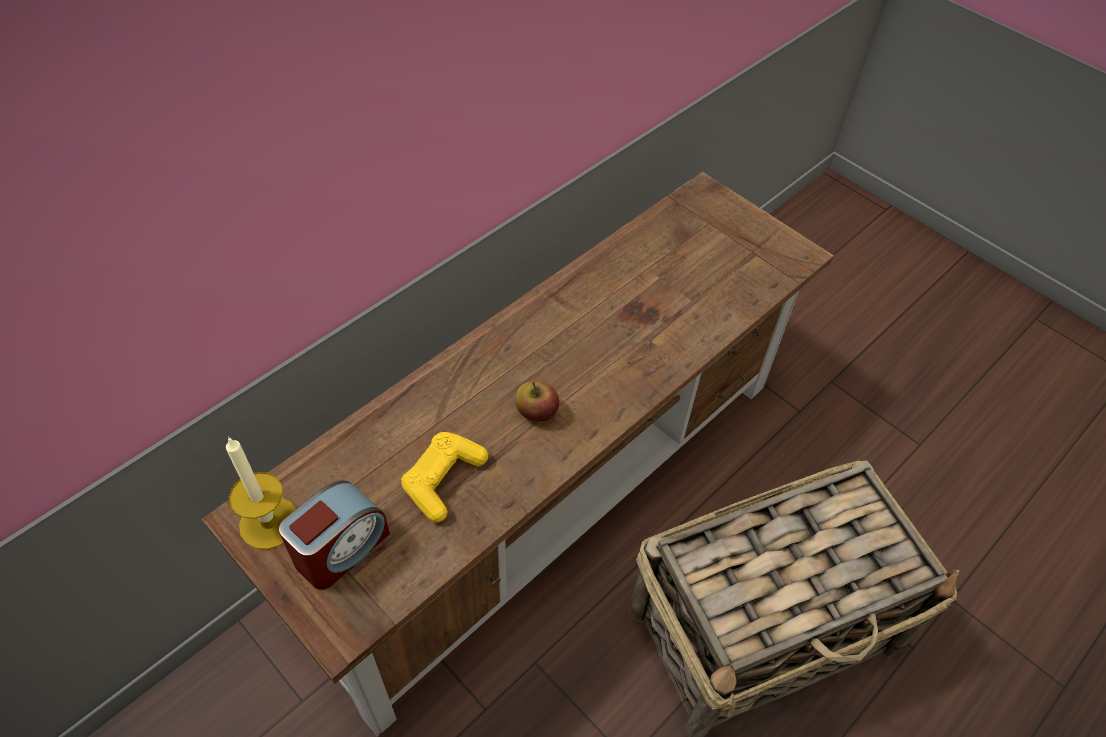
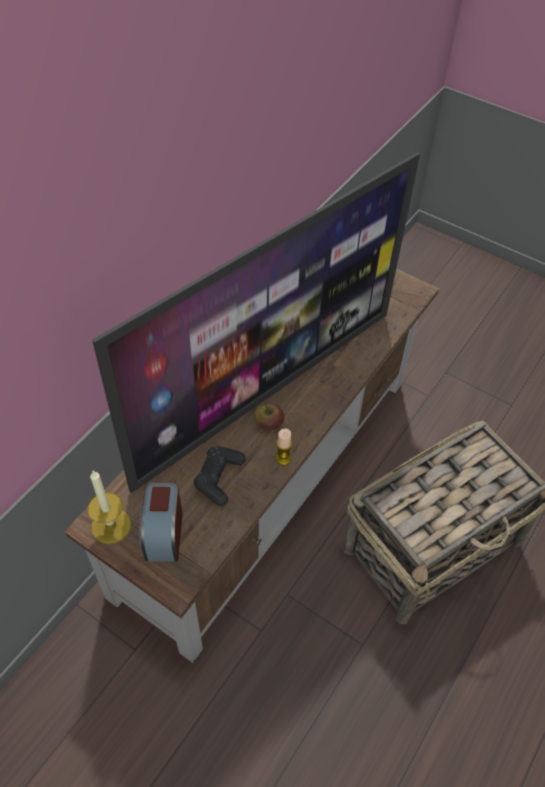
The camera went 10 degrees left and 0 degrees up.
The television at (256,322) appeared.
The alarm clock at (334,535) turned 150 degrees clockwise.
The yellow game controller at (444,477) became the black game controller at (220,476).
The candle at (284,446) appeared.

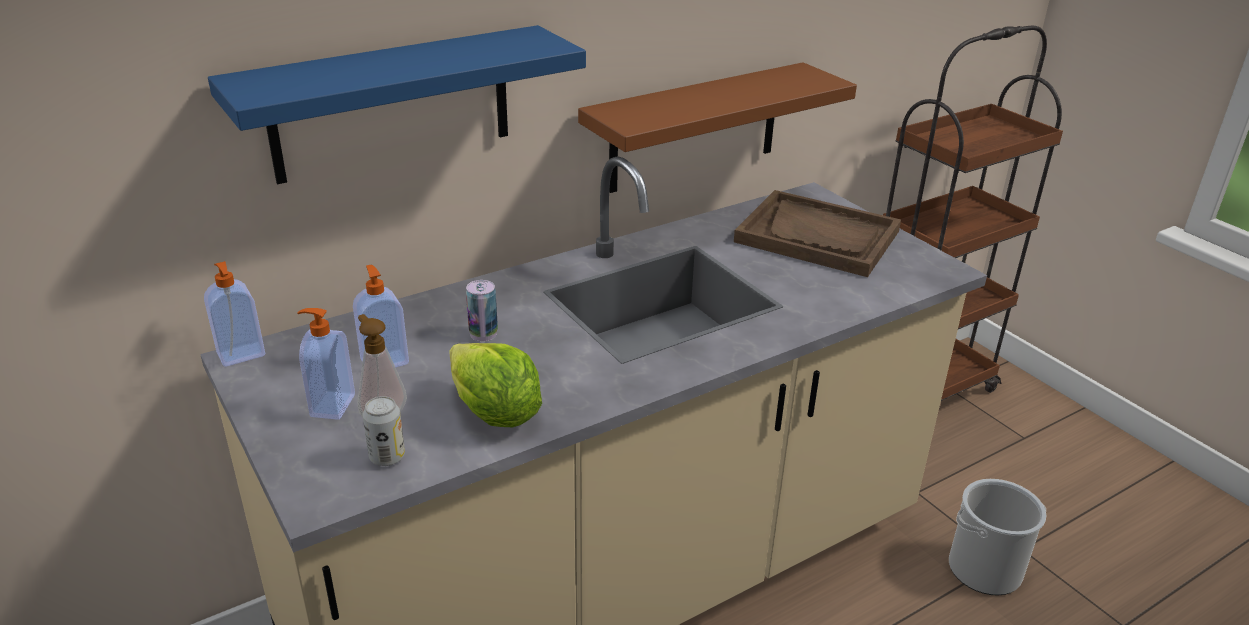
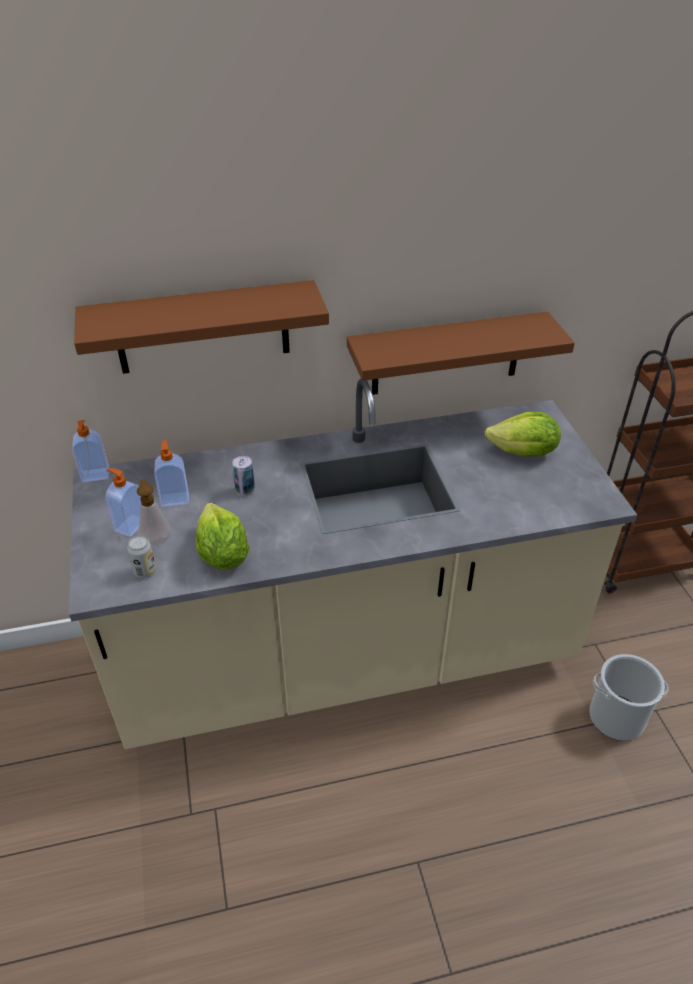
The camera went 20 degrees right and 10 degrees up.
The blue shelf at (397,104) became the brown shelf at (201,327).
The brown tray at (817,233) was replaced by the lettuce at (522,434).

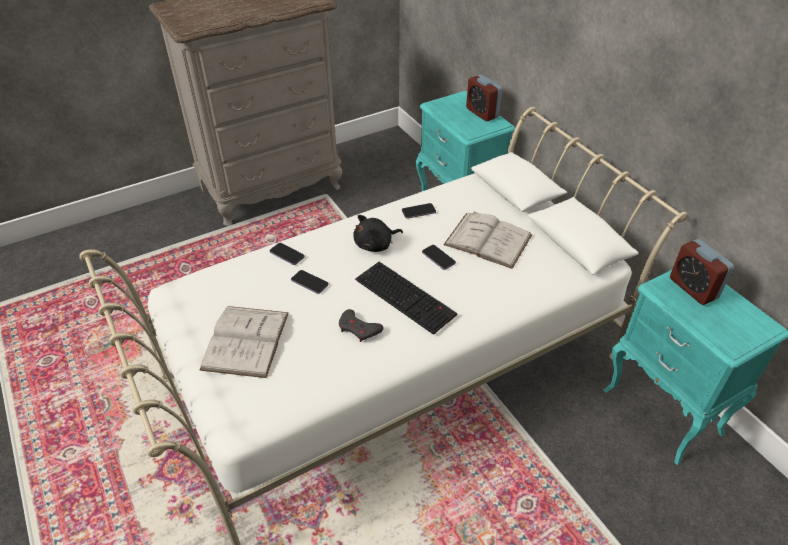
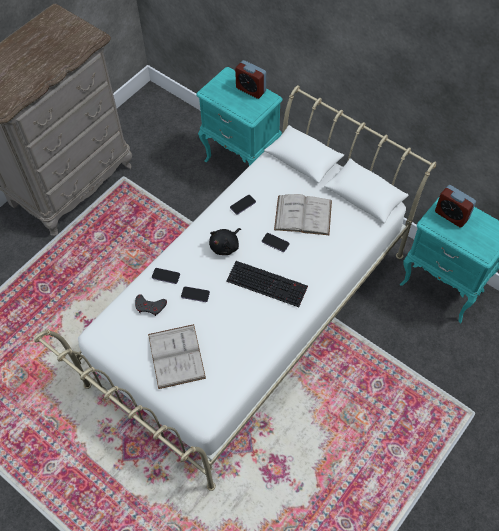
The camera went 20 degrees left and 15 degrees up.
The grey game controller moved from (361,325) to (151,305).

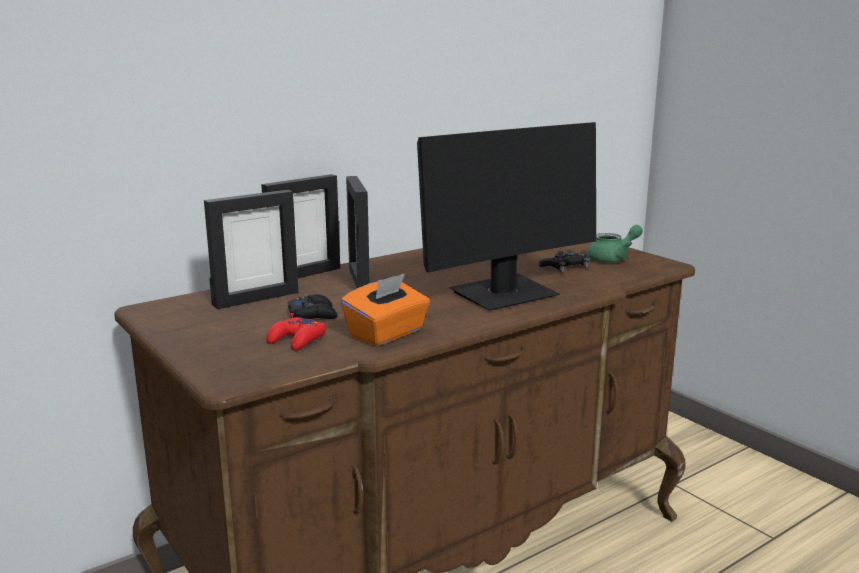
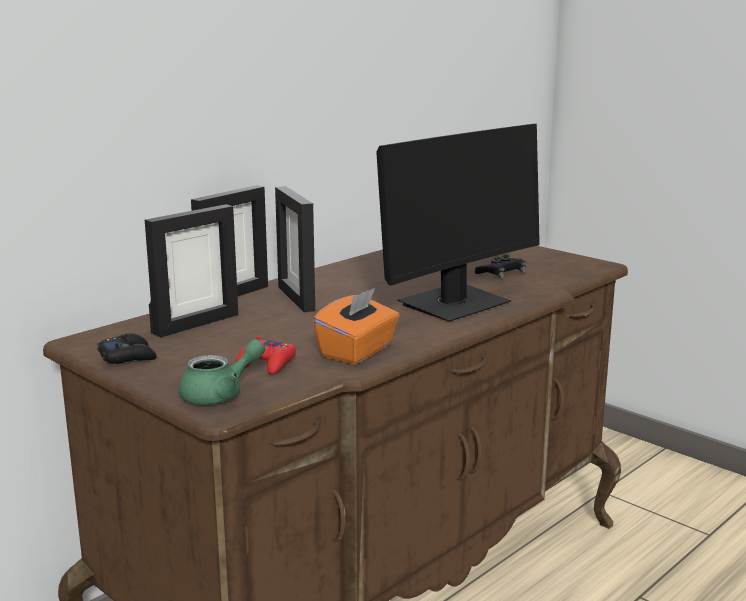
The camera went 10 degrees left and 0 degrees up.
The black game controller moved from (313,306) to (127,348).
The green teapot moved from (615,244) to (222,372).

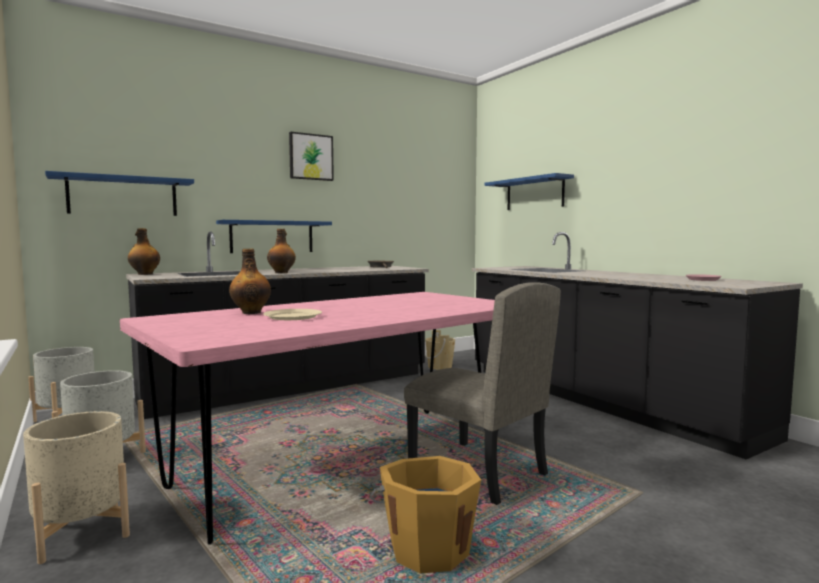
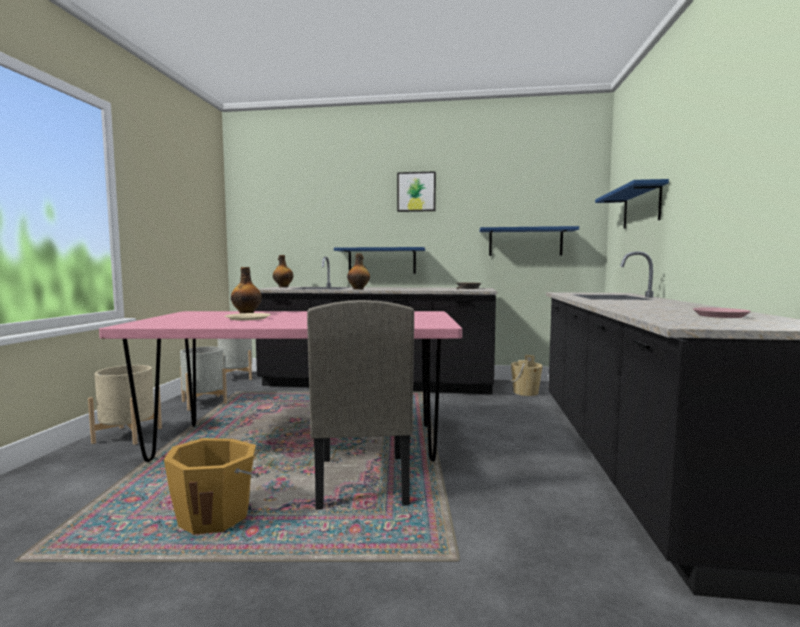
The camera went 40 degrees right and 0 degrees up.
The blue shelf moved from (119,193) to (529,241).

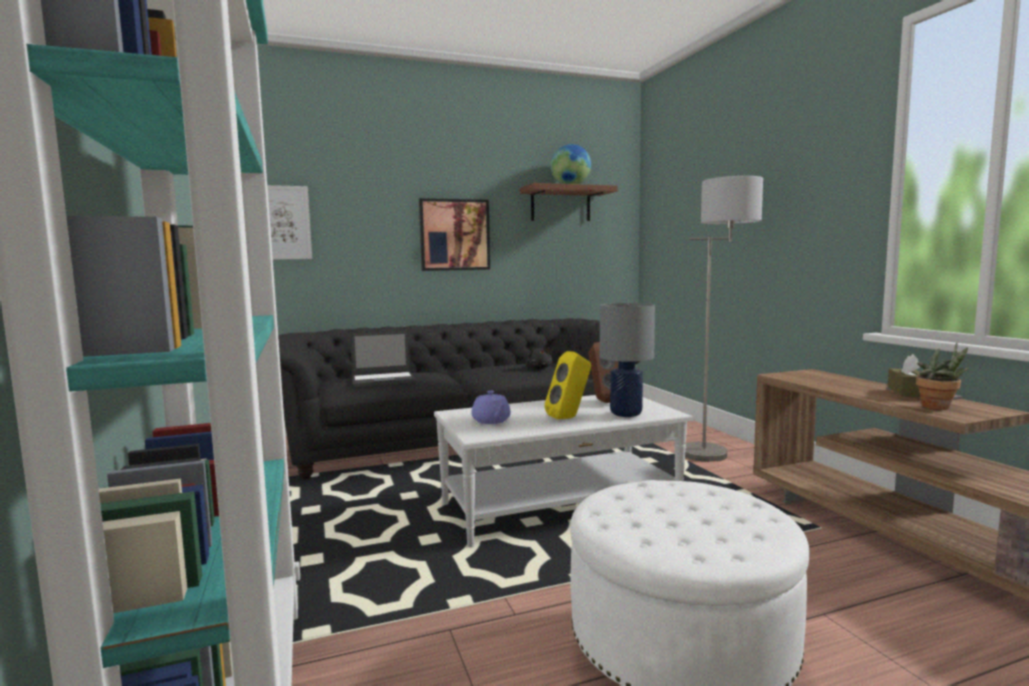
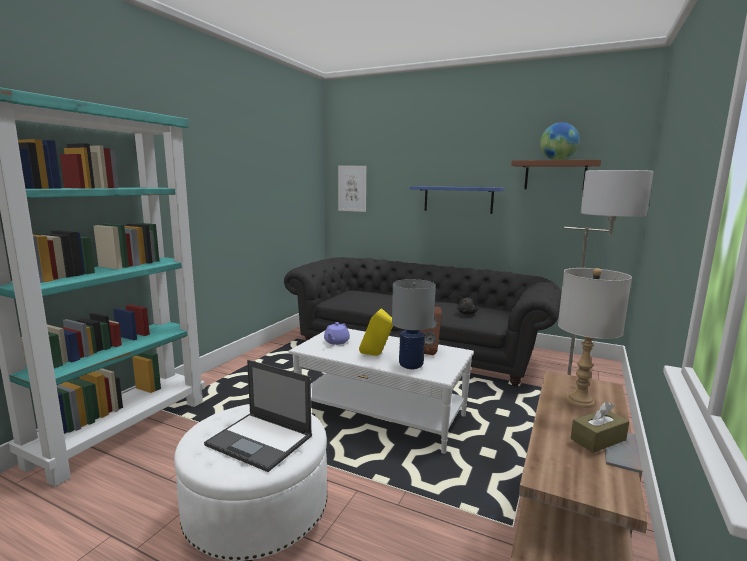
The camera went 45 degrees right and 5 degrees up.
The laptop moved from (383,358) to (258,416).
The picture at (454,234) was replaced by the blue shelf at (457,200).
The grey table lamp at (595,338) appeared.
The potted plant at (942,376) disappeared.

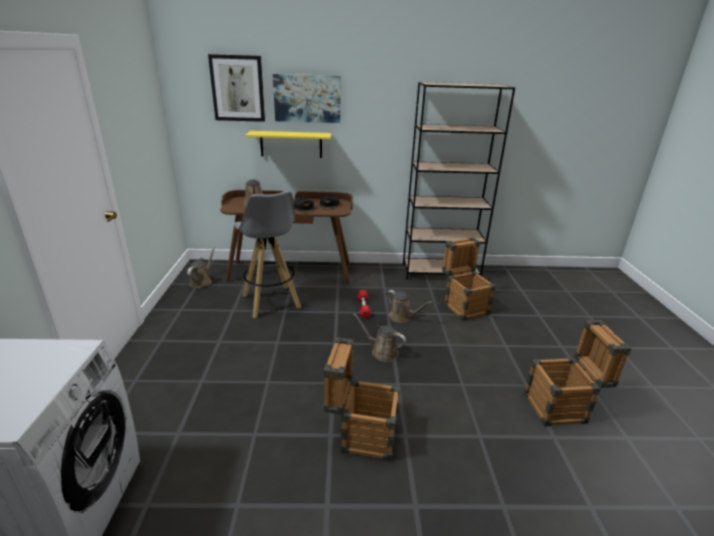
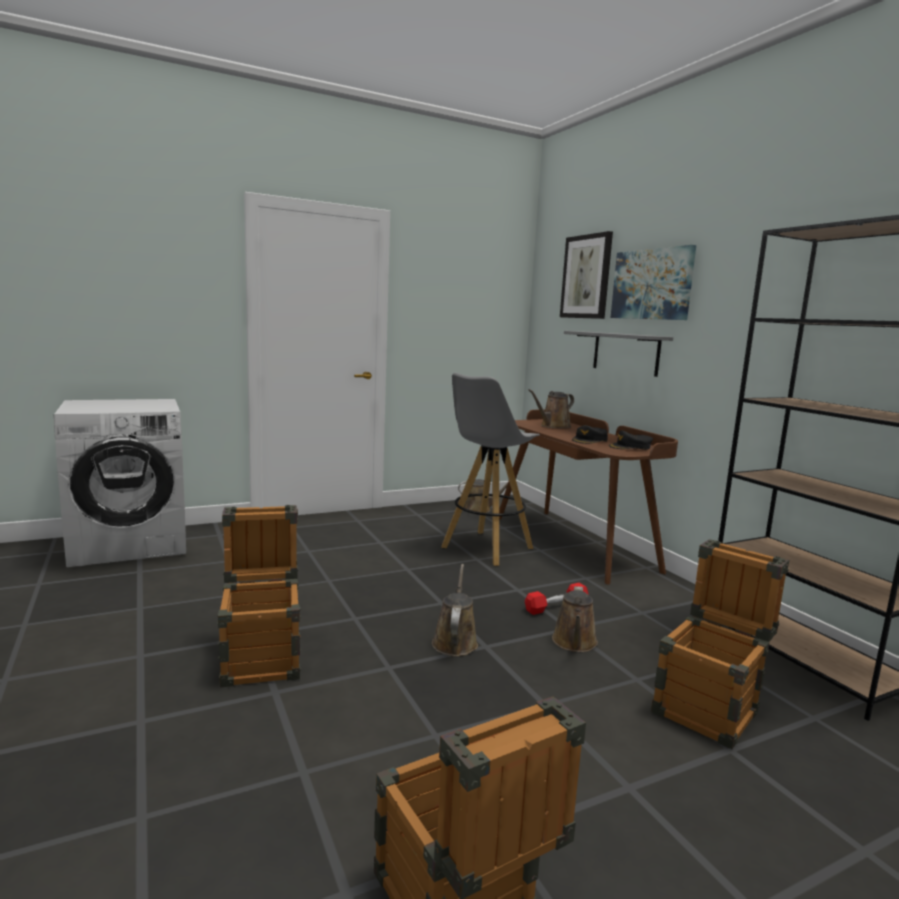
The camera went 65 degrees right and 15 degrees down.
The yellow shelf at (288,144) became the grey shelf at (618,354).

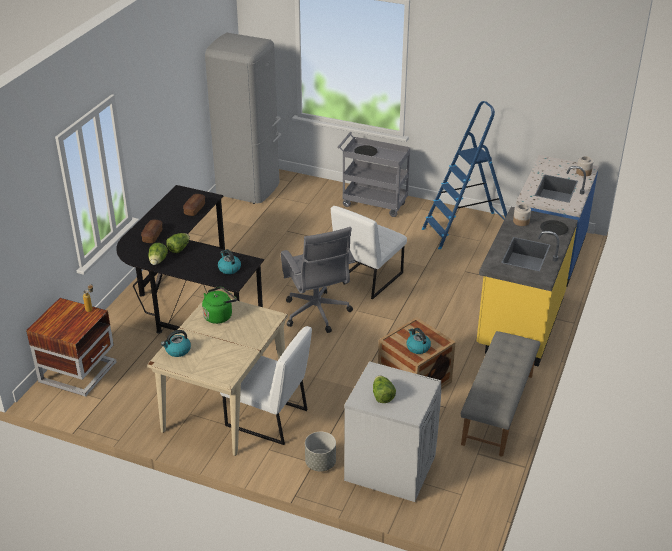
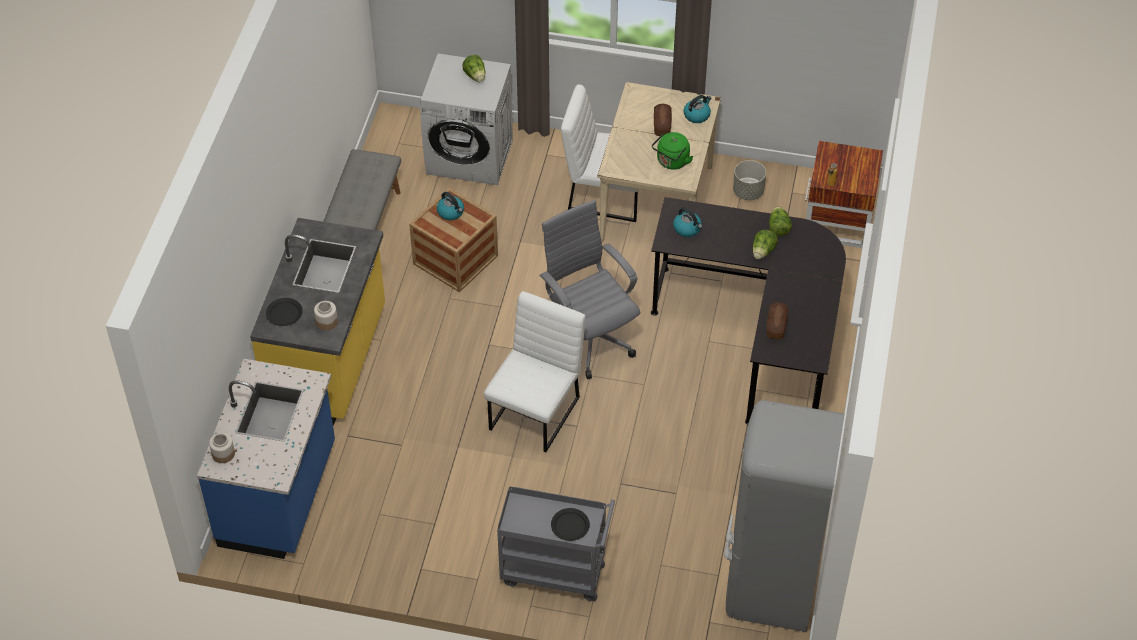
The camera went 170 degrees right and 15 degrees up.
The bread moved from (152,231) to (663,120).
The grey planter moved from (320,451) to (749,180).
The blue step ladder at (464,175) disappeared.

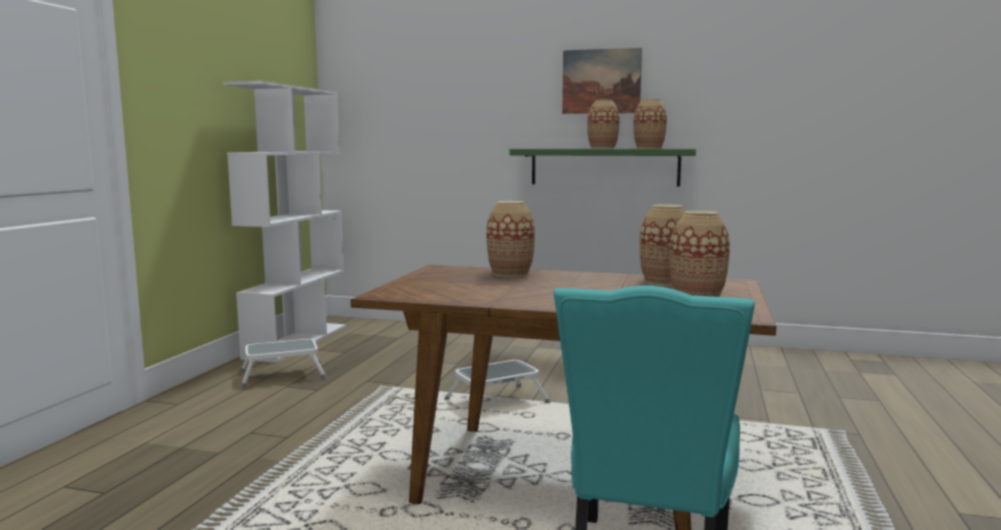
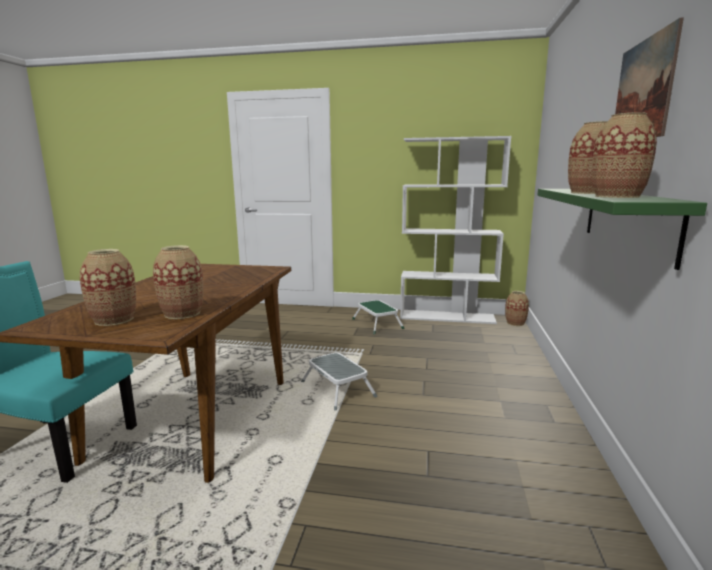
The camera went 85 degrees right and 5 degrees up.
The grey step ladder at (283,363) became the green step ladder at (378,317).
The vase moved from (511,239) to (517,308).

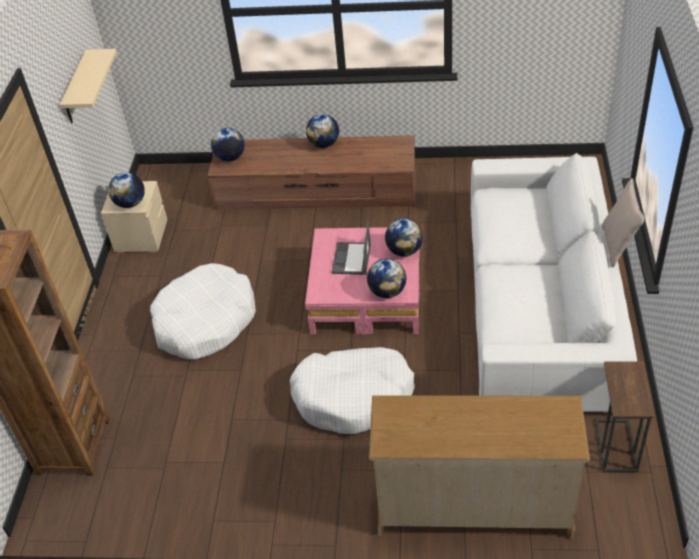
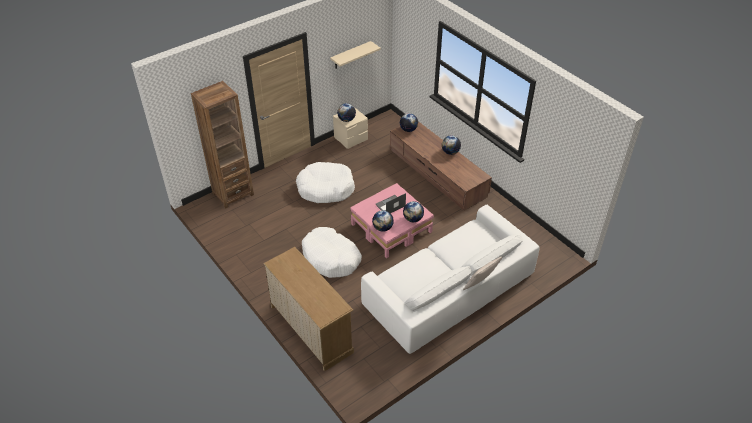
The camera went 45 degrees right and 0 degrees up.
The brown side table at (624,416) disappeared.

